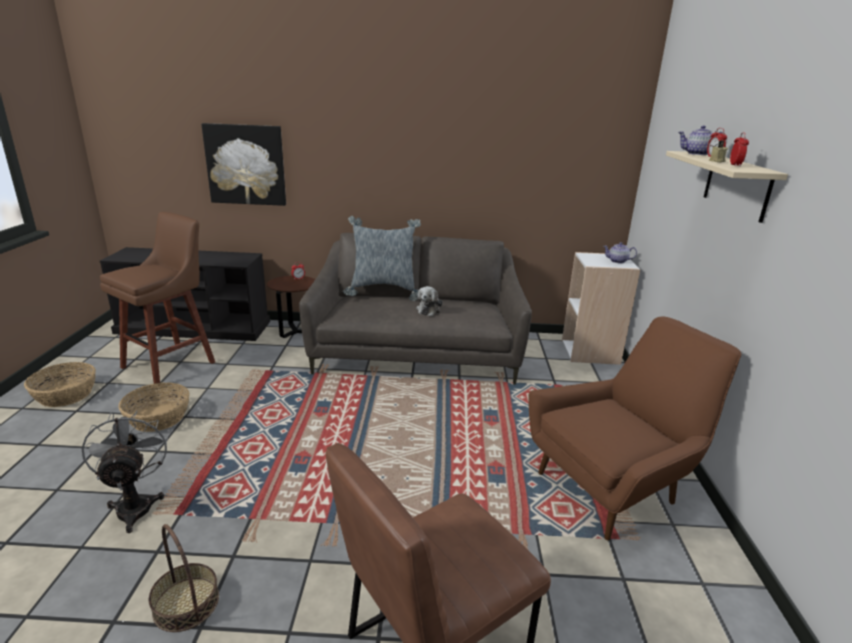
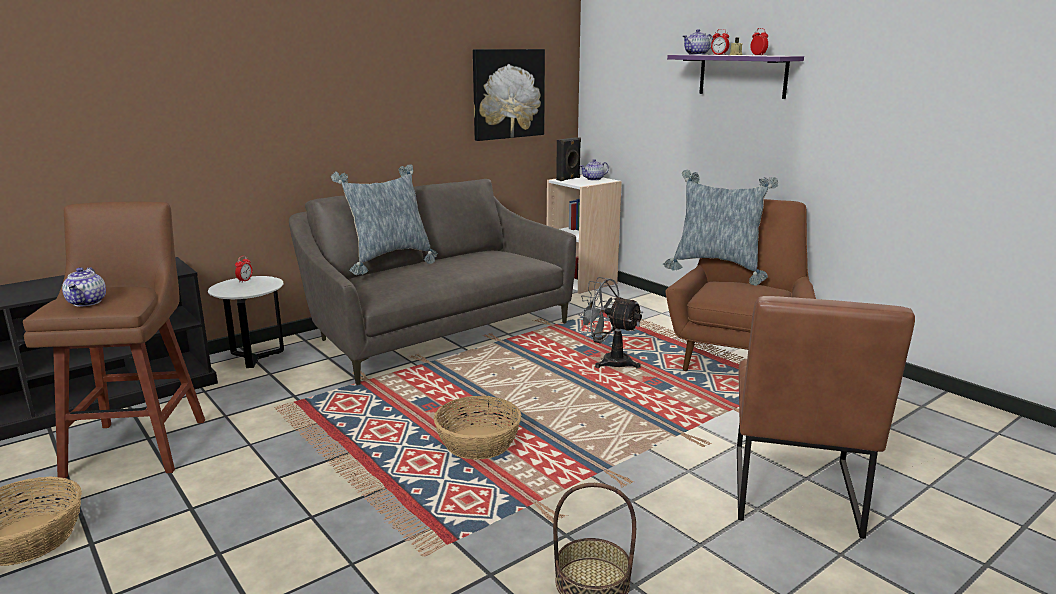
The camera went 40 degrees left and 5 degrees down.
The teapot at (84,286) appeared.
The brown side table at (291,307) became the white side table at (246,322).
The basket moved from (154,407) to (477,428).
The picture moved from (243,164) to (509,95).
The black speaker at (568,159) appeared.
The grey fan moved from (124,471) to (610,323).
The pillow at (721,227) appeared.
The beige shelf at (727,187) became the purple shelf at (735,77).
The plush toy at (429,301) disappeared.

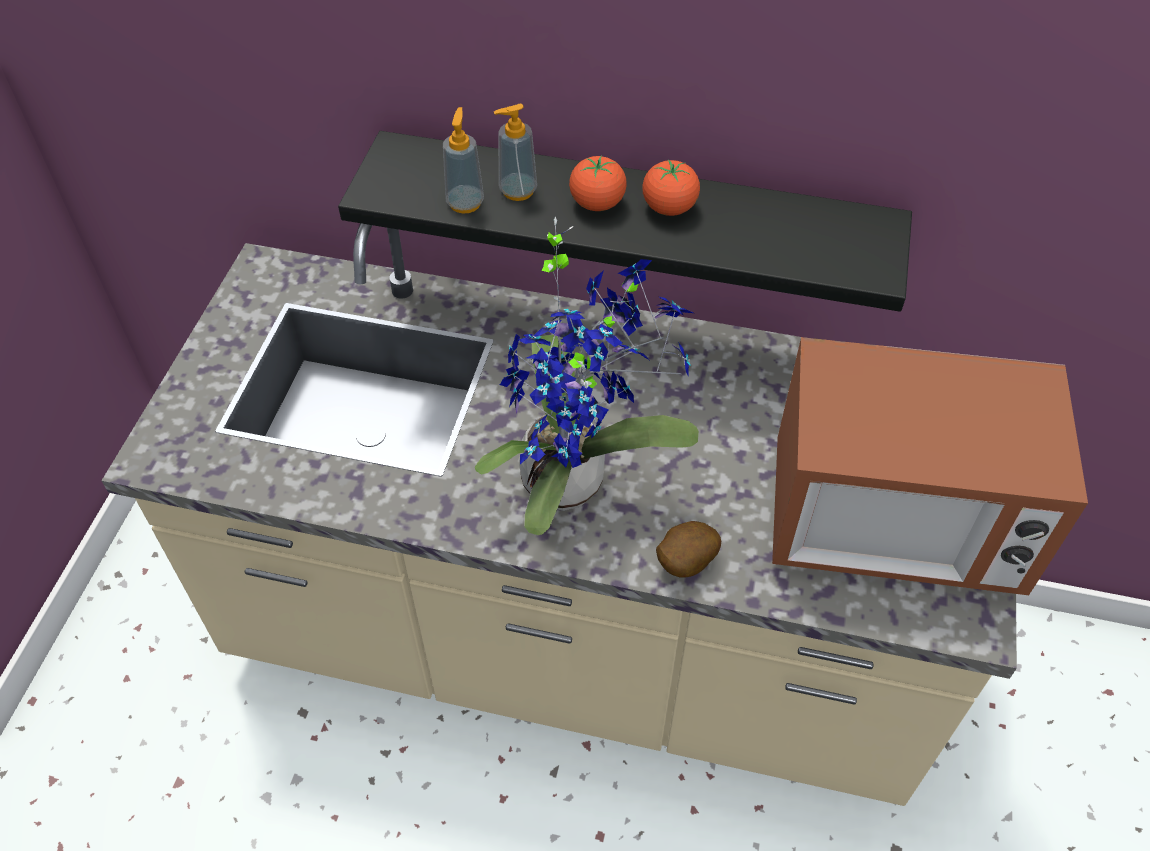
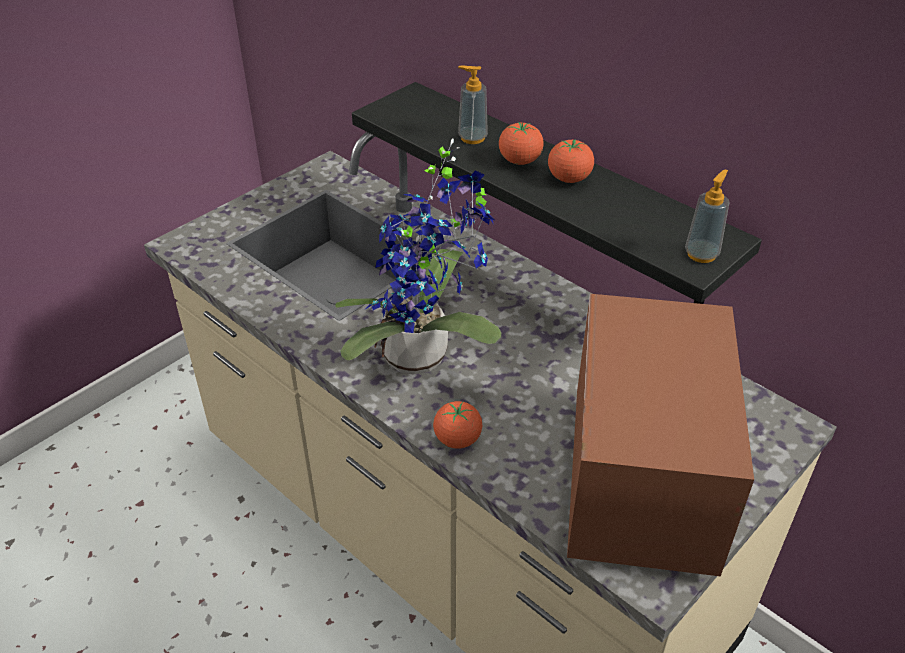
The camera went 30 degrees right and 10 degrees down.
The potato at (688,549) was replaced by the tomato at (457,425).
The microwave at (930,466) turned 120 degrees counterclockwise.
The soap dispenser moved from (463,160) to (707,216).

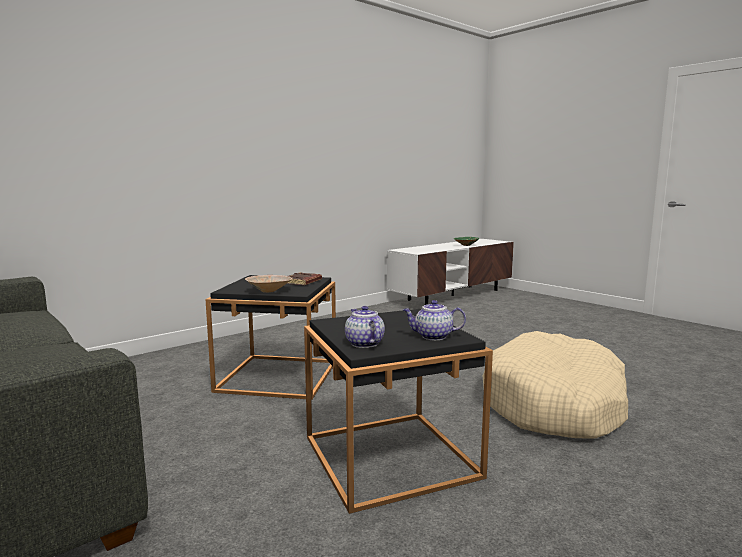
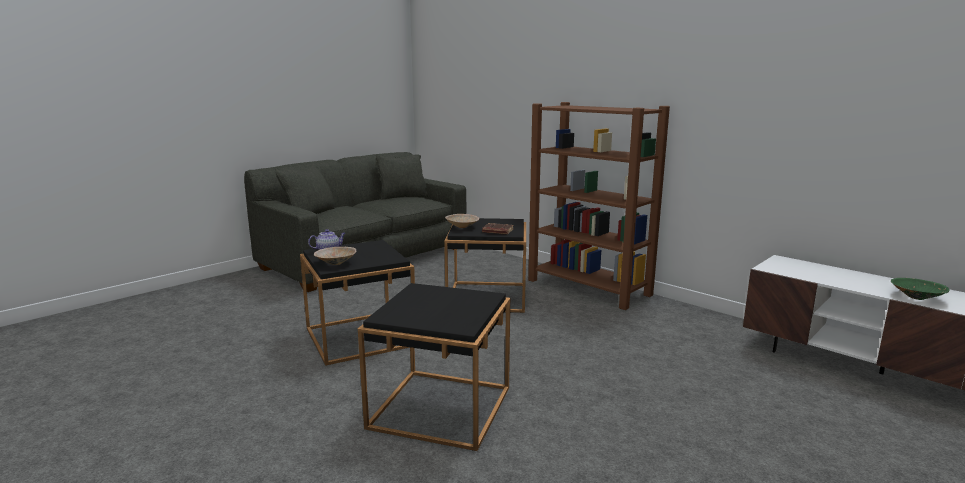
The camera went 85 degrees right and 5 degrees up.
The teapot at (434,320) was replaced by the beige bowl at (335,256).
The beige dog bed at (555,385) was replaced by the black side table at (434,367).
The brown bookcase at (599,206) appeared.

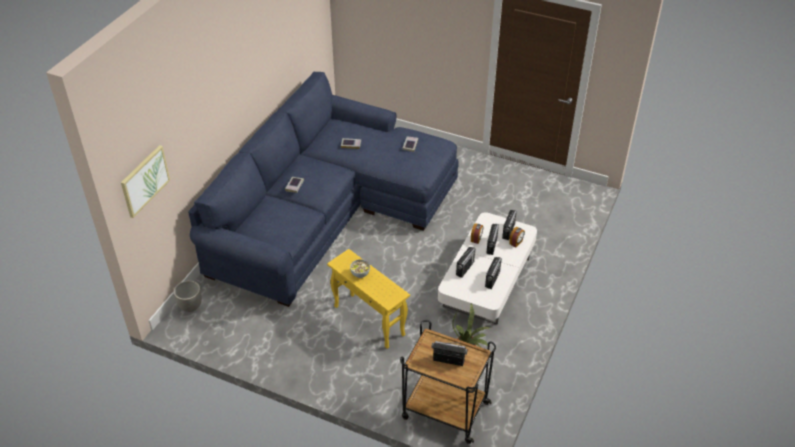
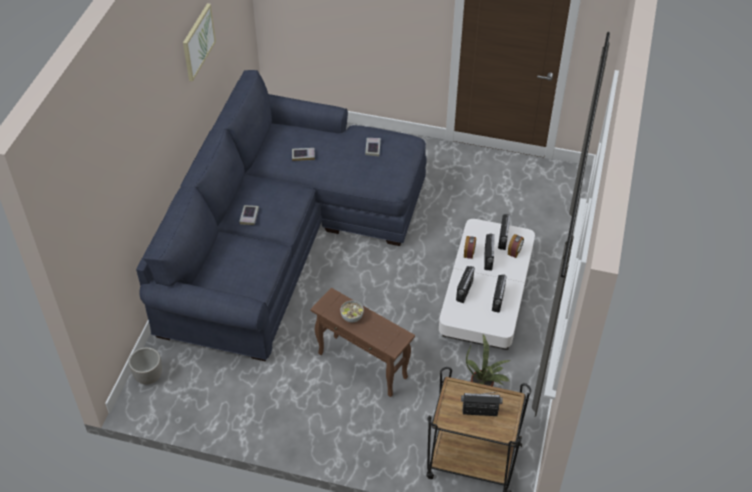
The camera went 10 degrees left and 5 degrees up.
The picture moved from (145,181) to (199,42).
The yellow side table at (368,299) became the brown side table at (362,342).

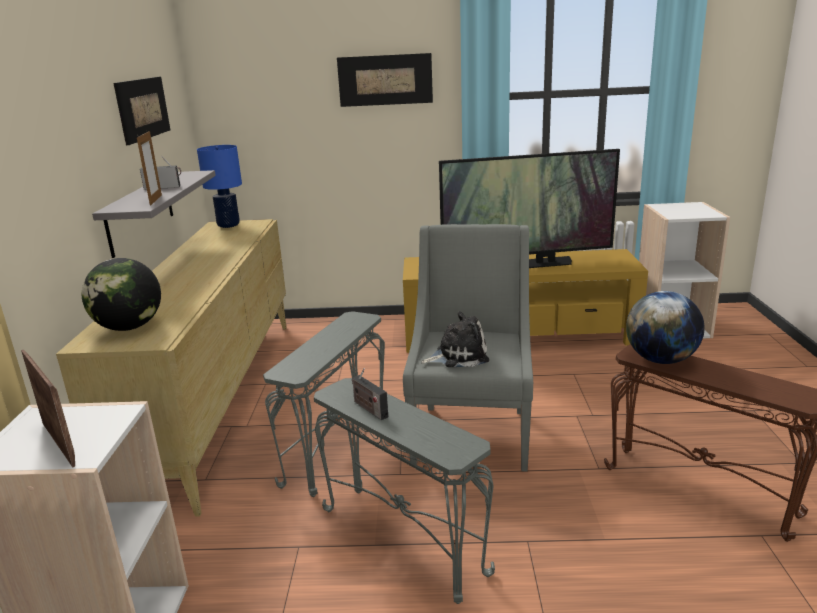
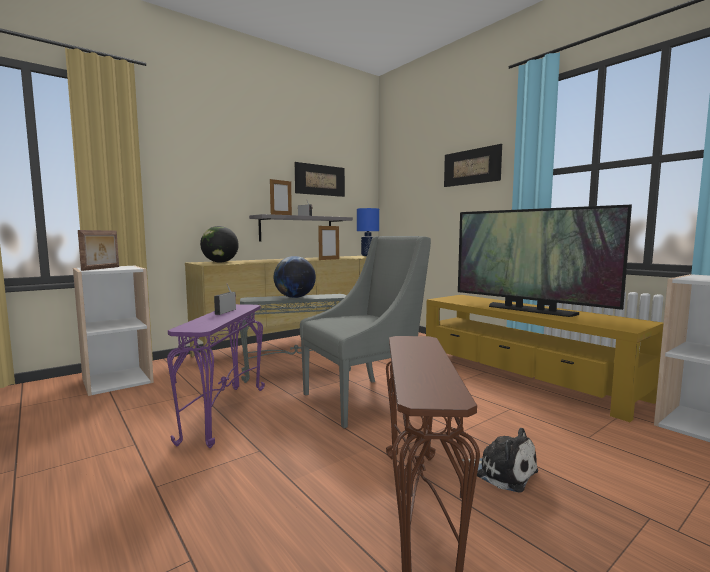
The camera went 50 degrees right and 15 degrees down.
The grey side table at (404,491) became the purple side table at (216,376).
The globe moved from (665,327) to (295,277).
The picture frame at (328,243) appeared.
The plush toy moved from (455,339) to (500,460).

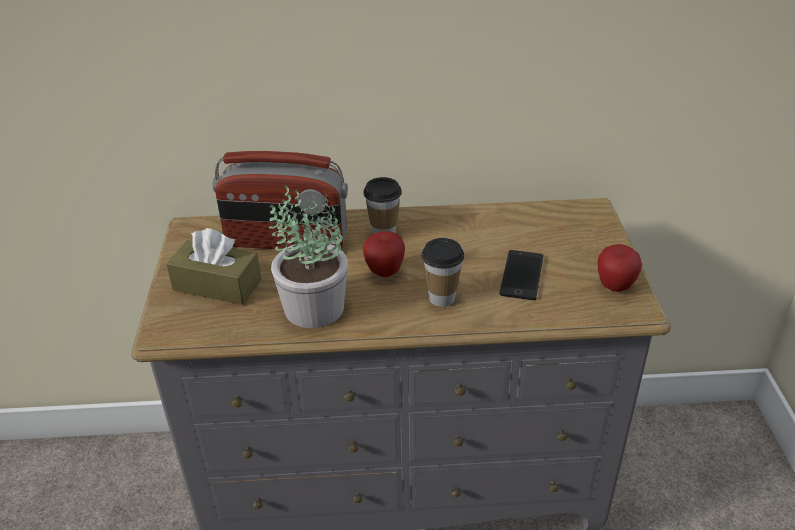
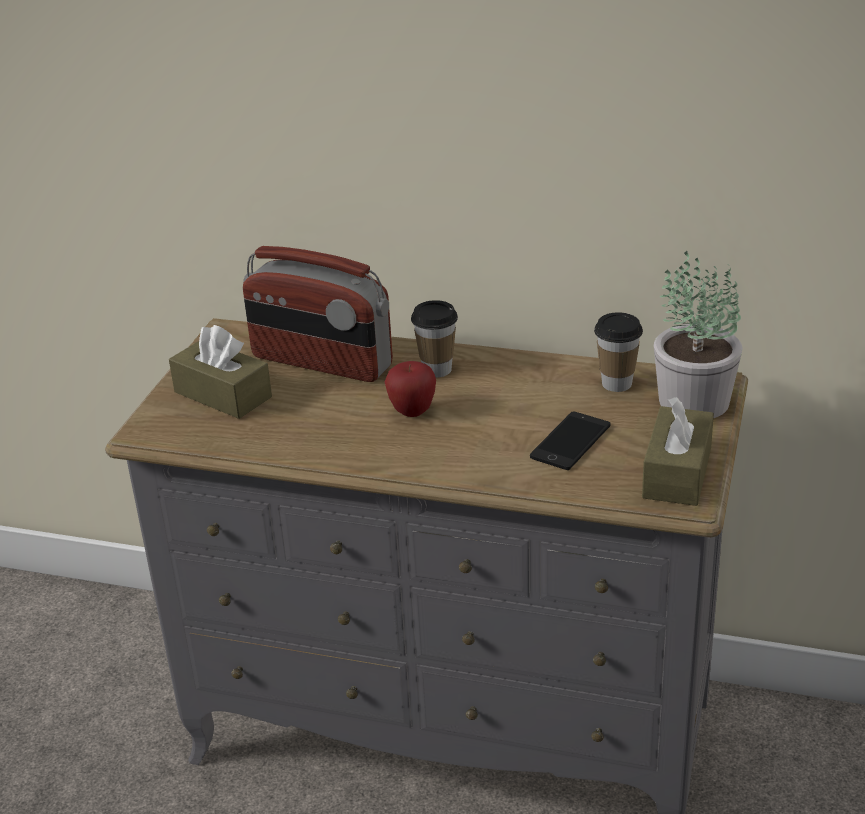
The camera went 20 degrees right and 5 degrees down.
The cup moved from (442,272) to (618,352).
The apple at (620,268) was replaced by the brown tissue box at (678,451).
The potted plant moved from (308,256) to (698,335).

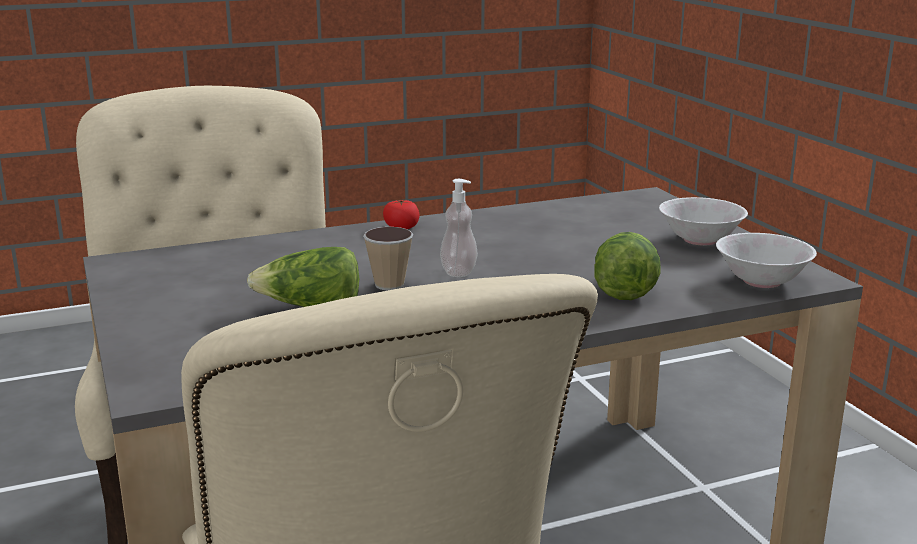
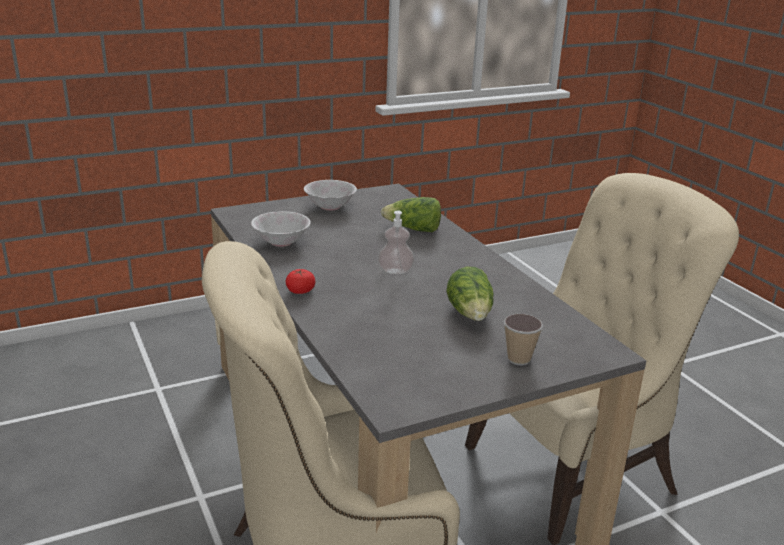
The camera went 95 degrees left and 5 degrees up.
The white bowl moved from (766,260) to (281,229).
The cup moved from (388,258) to (523,339).

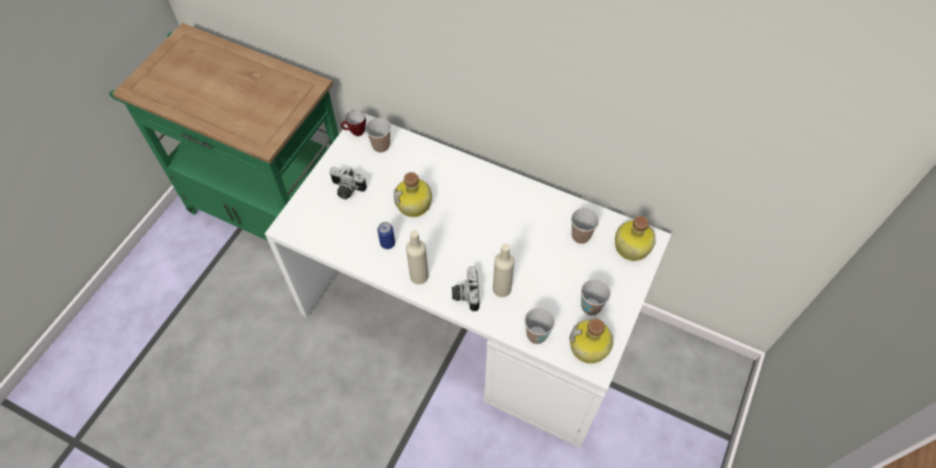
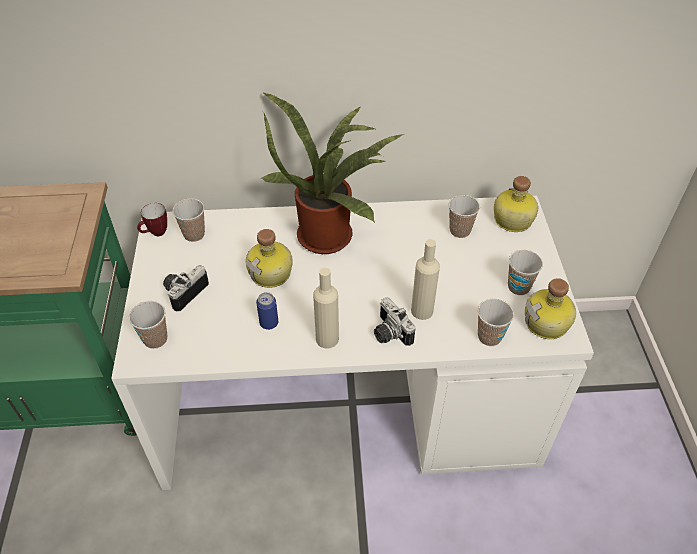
The camera went 30 degrees left and 10 degrees down.
The cup at (148,325) appeared.
The photo camera at (348,182) turned 135 degrees clockwise.
The potted plant at (332,173) appeared.

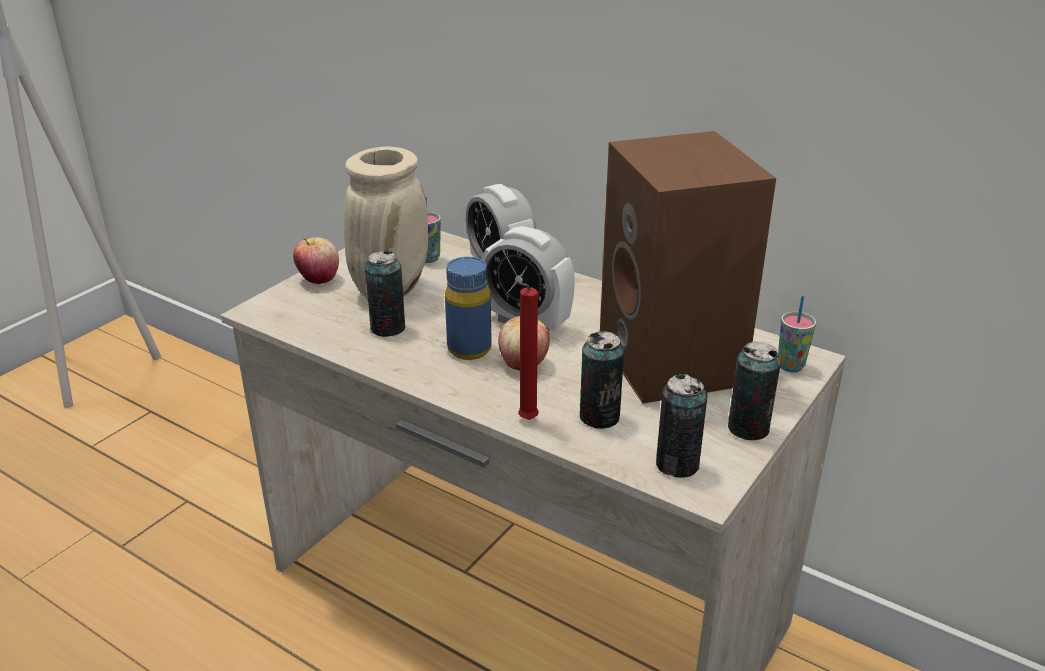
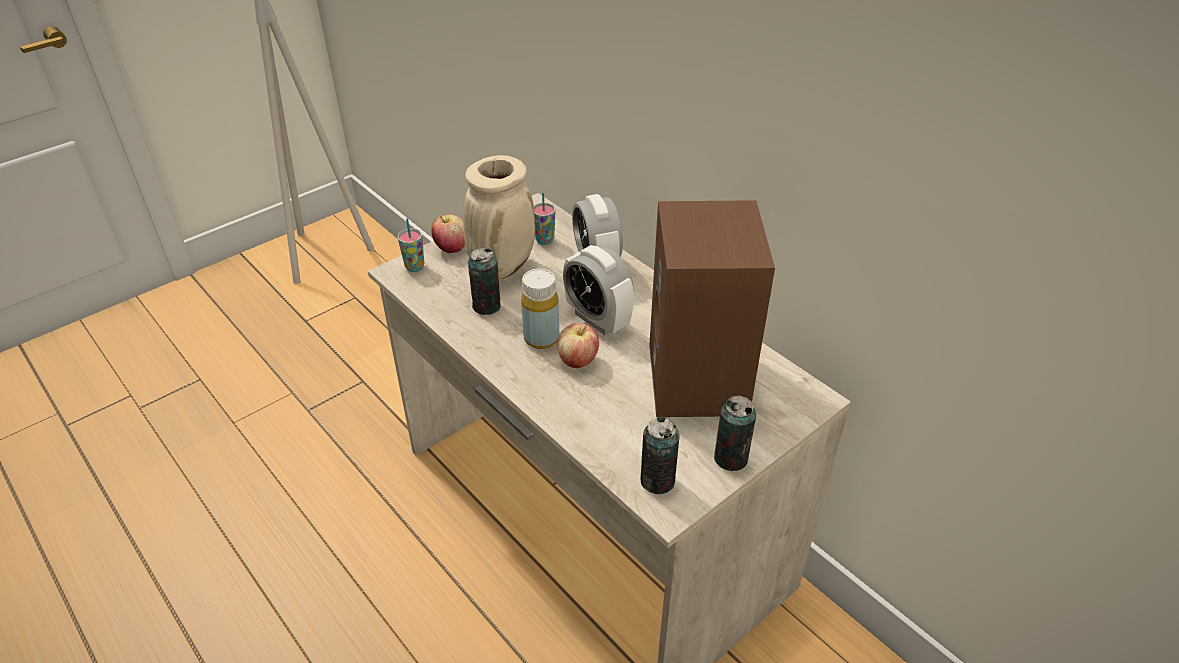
The camera went 15 degrees right and 10 degrees up.
The cup moved from (797,334) to (410,245).
The blue bottle at (468,308) became the yellow bottle at (540,309).
The red candle at (527,350) disappeared.
The can at (602,380) disappeared.

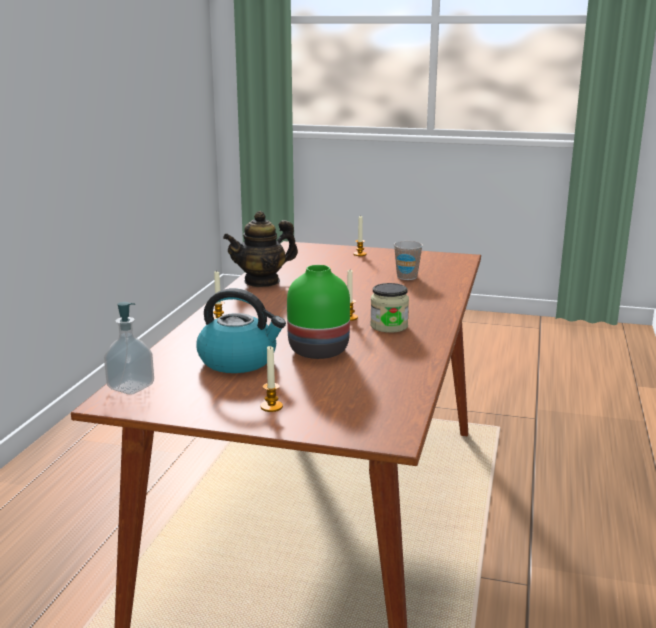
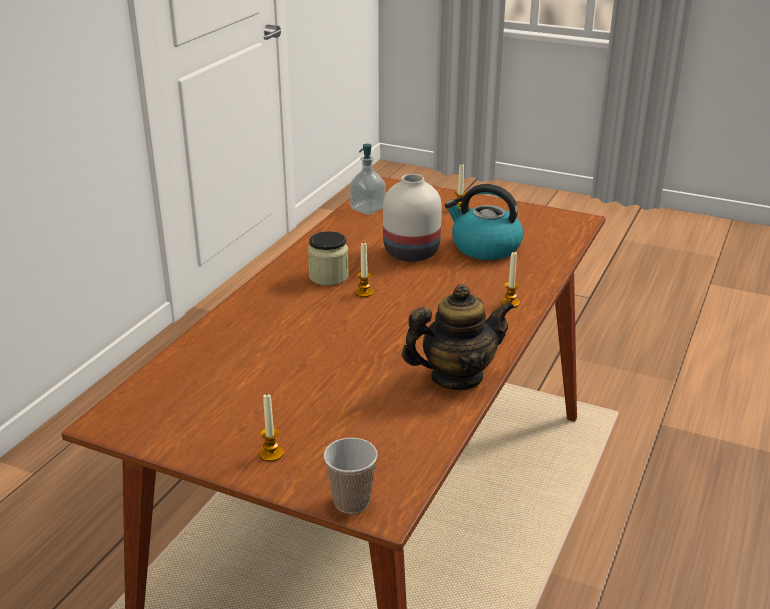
The camera went 170 degrees left and 10 degrees up.
The cup moved from (408,260) to (351,476).
The soap dispenser moved from (129,348) to (368,179).
The green vase at (318,312) became the white vase at (412,218).

